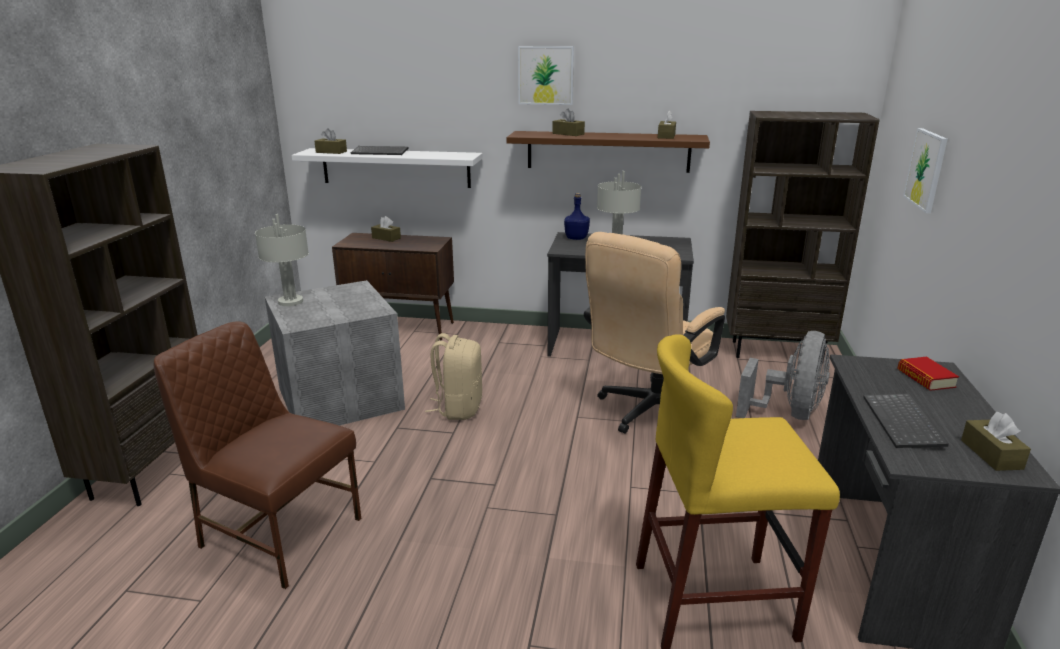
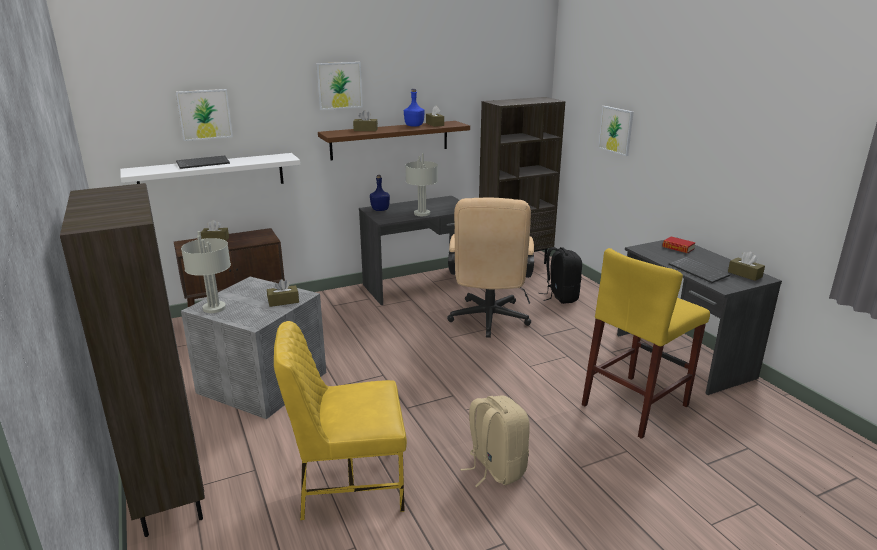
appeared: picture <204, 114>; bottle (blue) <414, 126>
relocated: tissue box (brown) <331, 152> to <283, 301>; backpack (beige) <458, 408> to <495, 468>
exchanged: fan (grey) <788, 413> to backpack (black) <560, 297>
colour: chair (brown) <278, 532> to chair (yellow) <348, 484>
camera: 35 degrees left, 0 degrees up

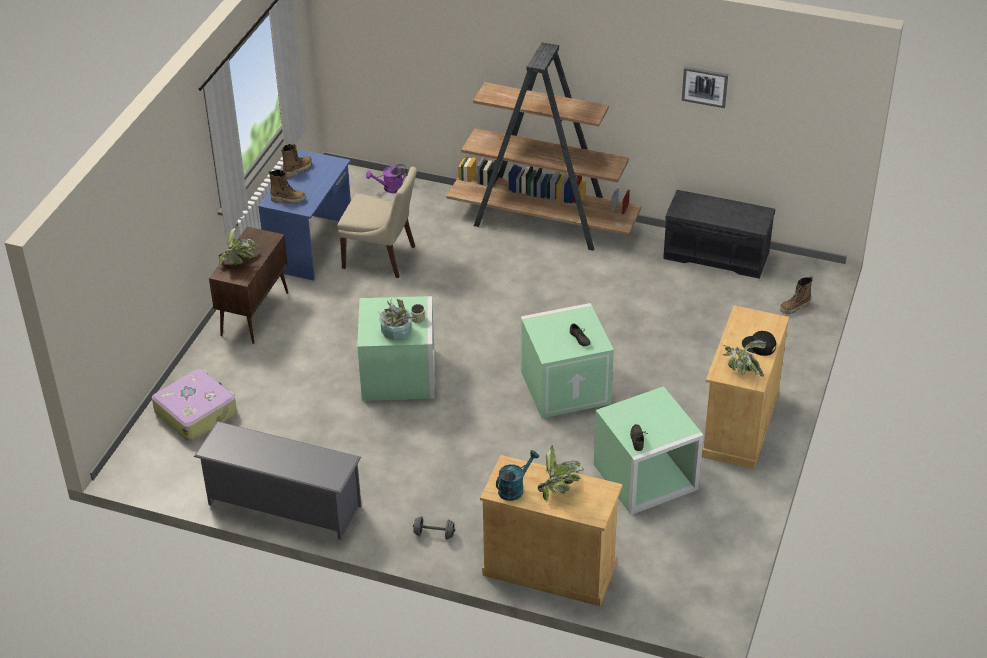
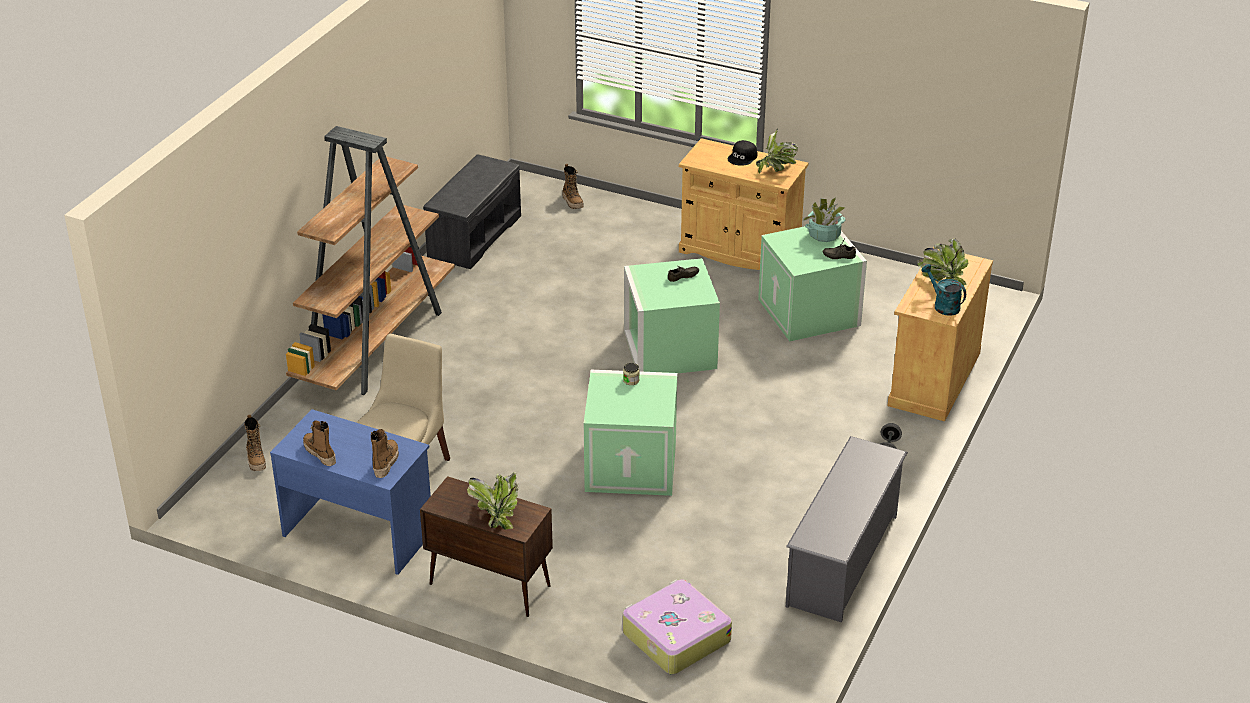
missing: picture <705, 86>
relocated: potted plant <396, 332> to <824, 234>
exchanged: watering can (purple) <389, 188> to boot <256, 460>
camera: 85 degrees left, 5 degrees down

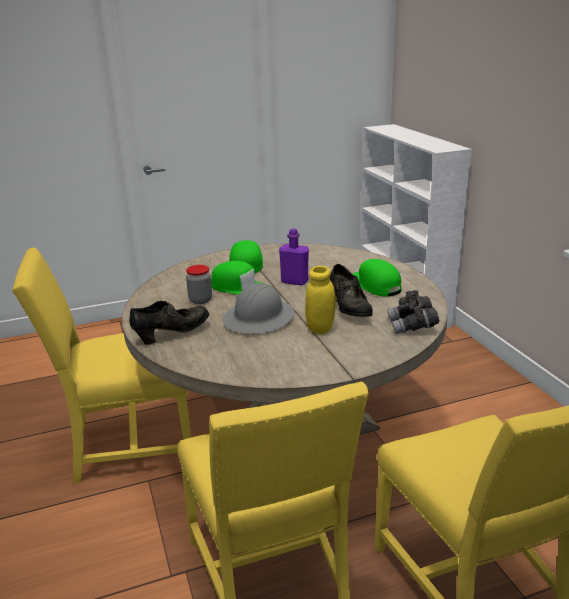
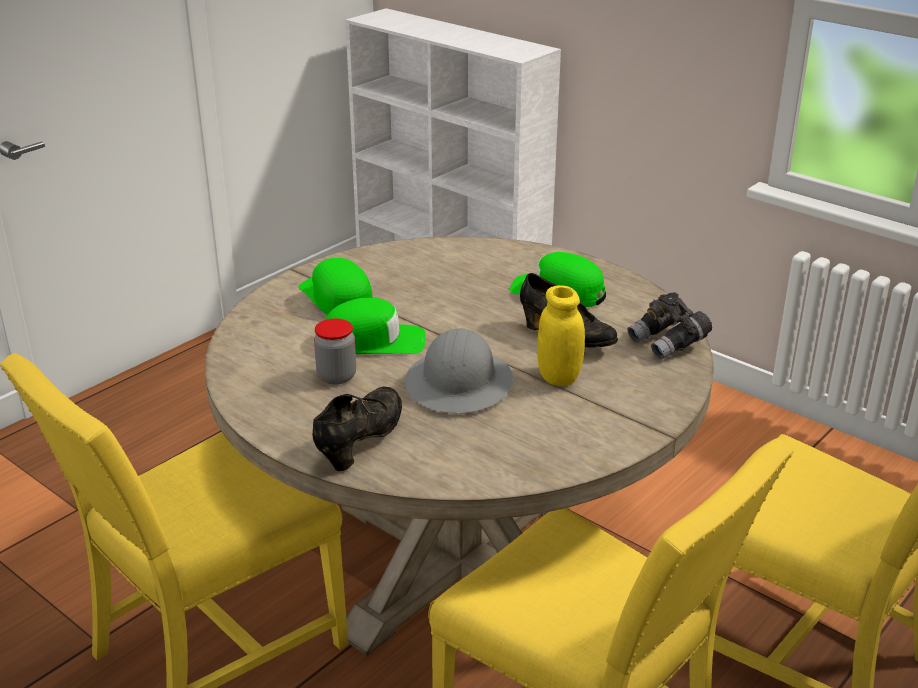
missing: bottle (purple) <294, 281>
camera: 30 degrees left, 5 degrees up

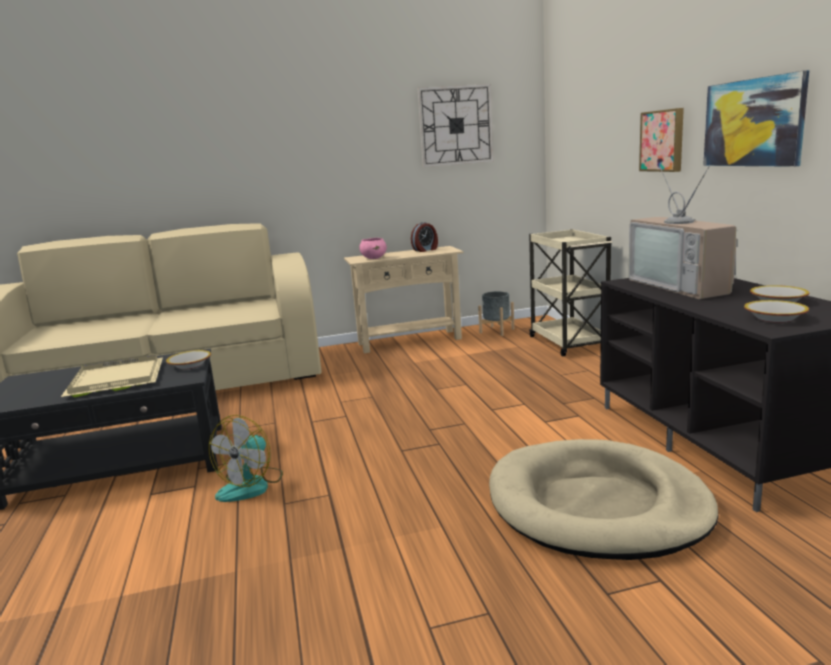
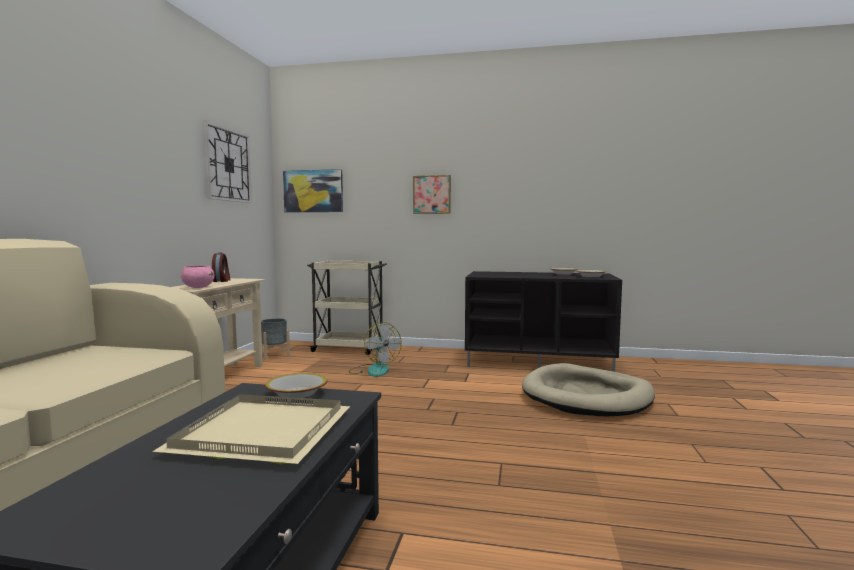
missing: television <683, 286>
relocated: fan <251, 485> to <374, 370>; picture <753, 123> to <313, 191>
camera: 65 degrees left, 10 degrees down

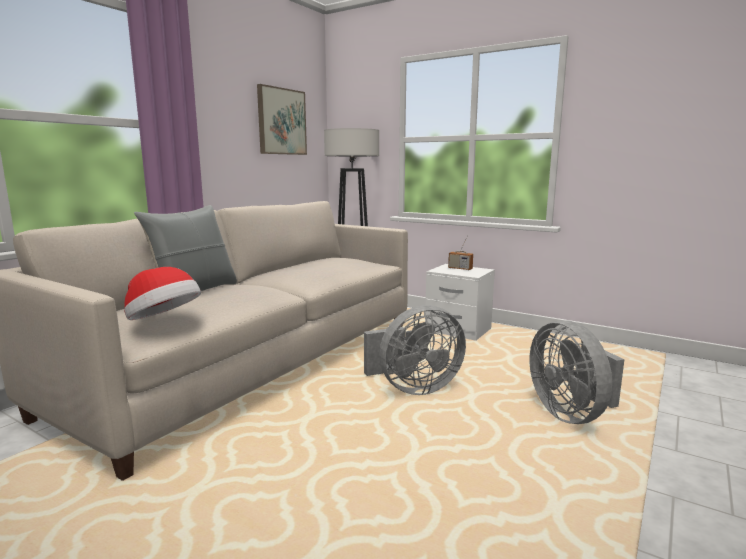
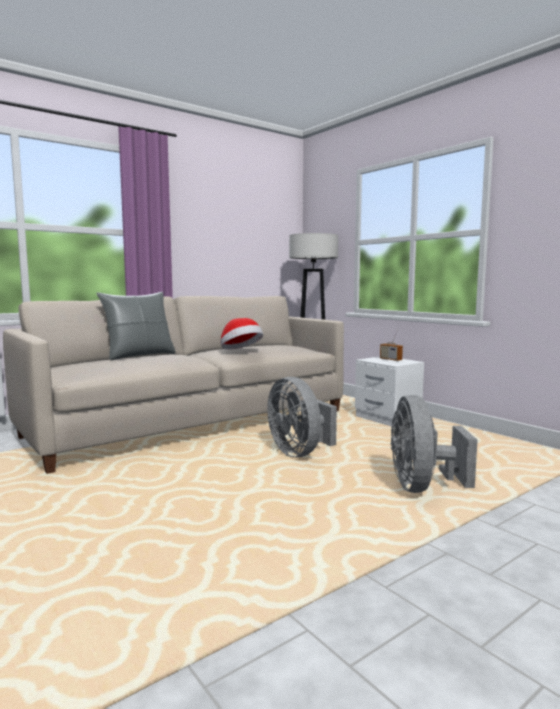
missing: picture <281, 121>
relocated: hat <163, 321> to <241, 351>
spun: fan (grey) <413, 388> = <299, 452> 60 degrees clockwise
camera: 20 degrees right, 5 degrees down

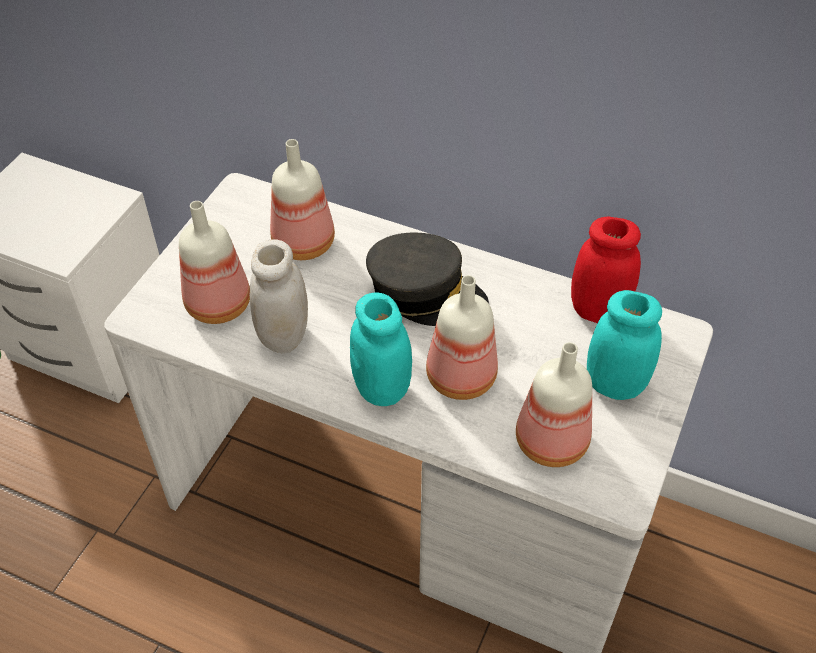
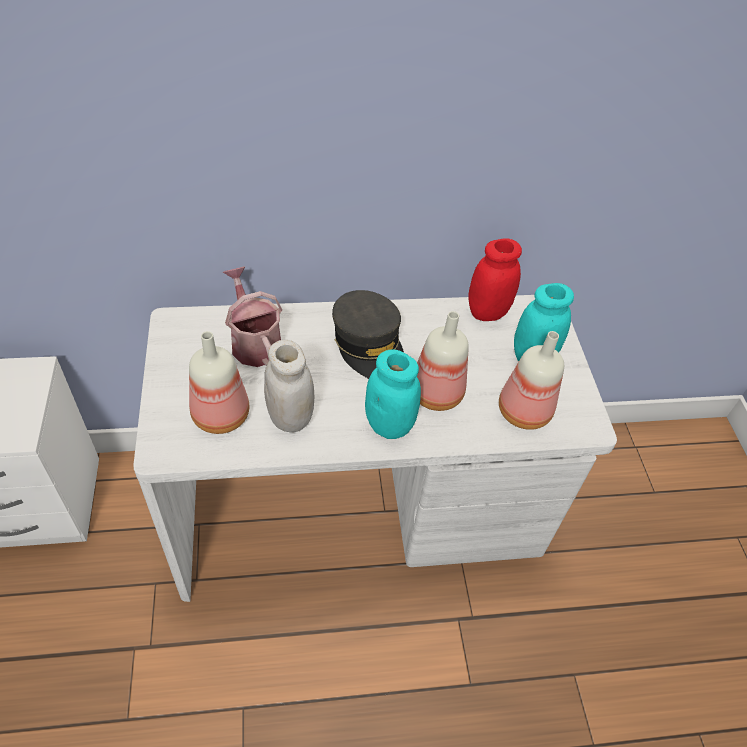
exchanged: bottle <305, 242> to watering can <254, 341>
spun: cap (grey) <425, 293> = <369, 345> 75 degrees clockwise
camera: 35 degrees left, 0 degrees up

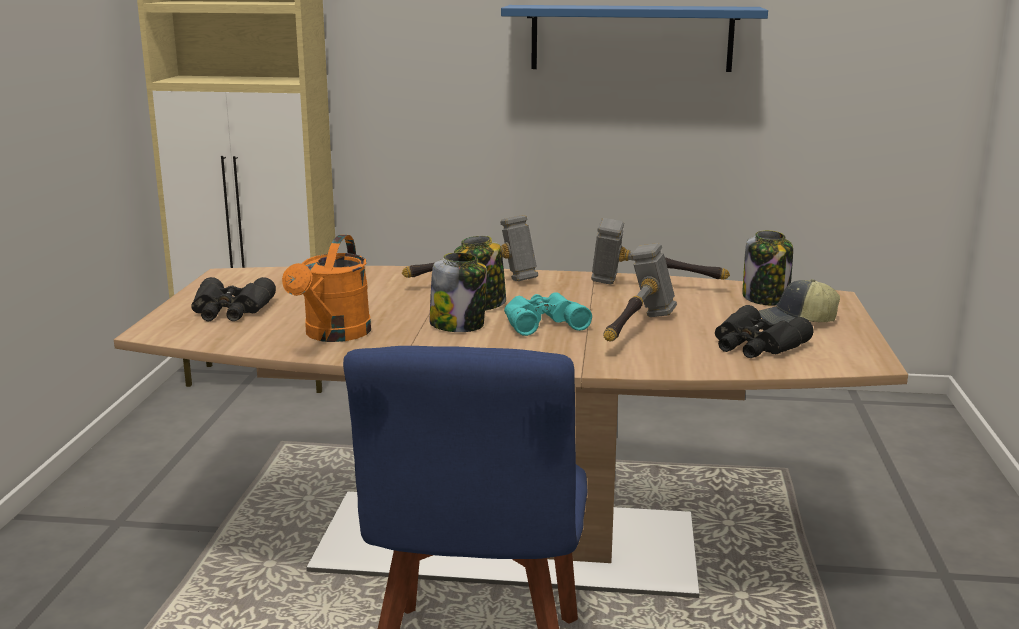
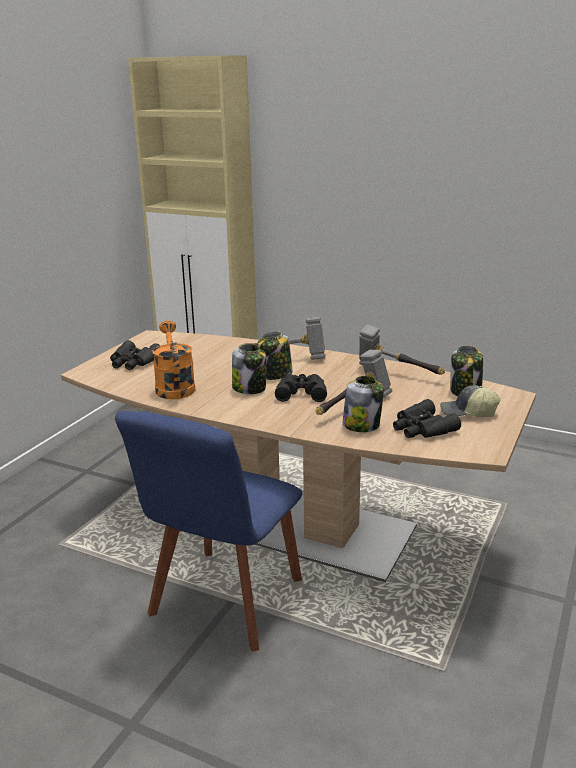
missing: shelf (blue) <631, 38>
appeared: jar <362, 425>
colour: binoculars (turquoise) <541, 322> to binoculars (black) <301, 392>
spun: watering can (orange) <333, 335> = <174, 386> 135 degrees clockwise
camera: 20 degrees right, 5 degrees up

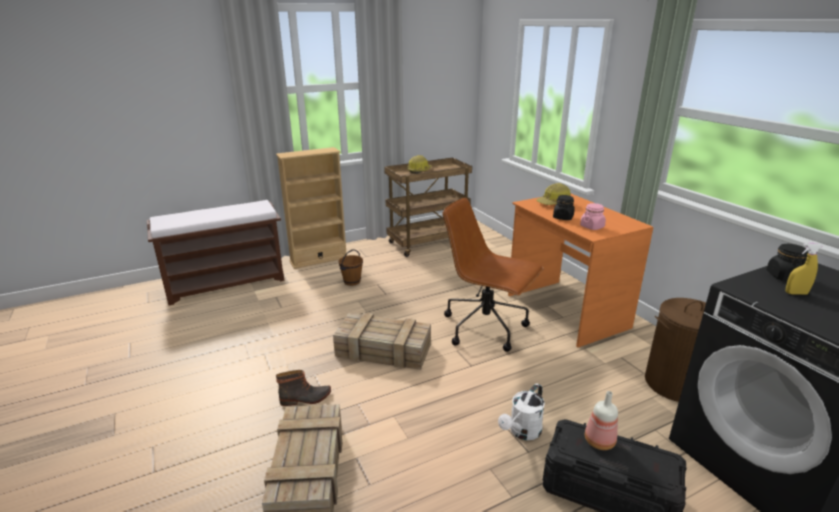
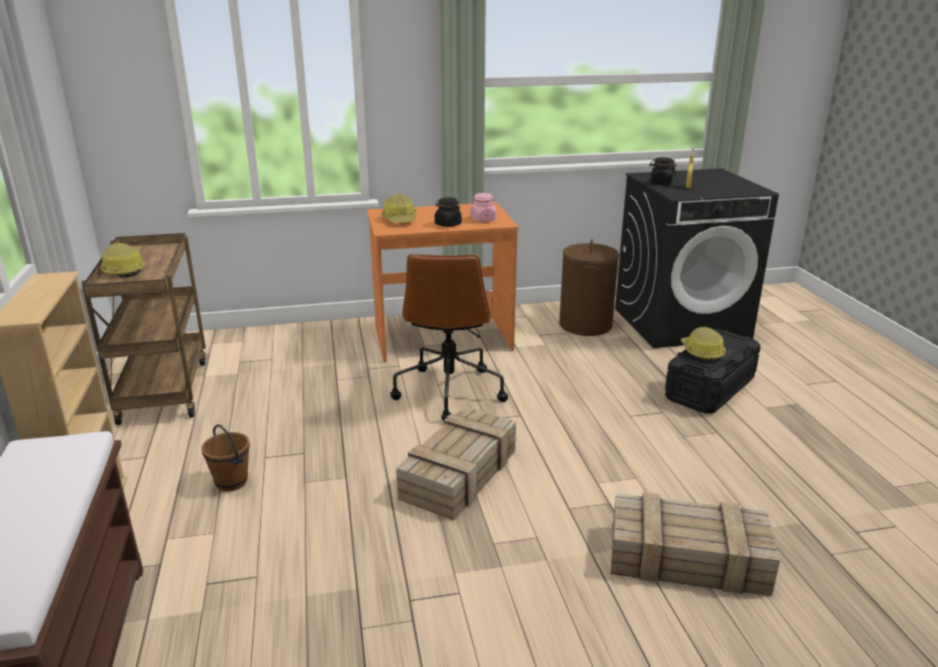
missing: boot <306, 398>; watering can (white) <522, 432>
exchanged: bottle <598, 441> to hard hat <701, 352>
spun: office chair (brown) <486, 328> = <449, 391> 45 degrees counterclockwise
camera: 75 degrees left, 0 degrees up

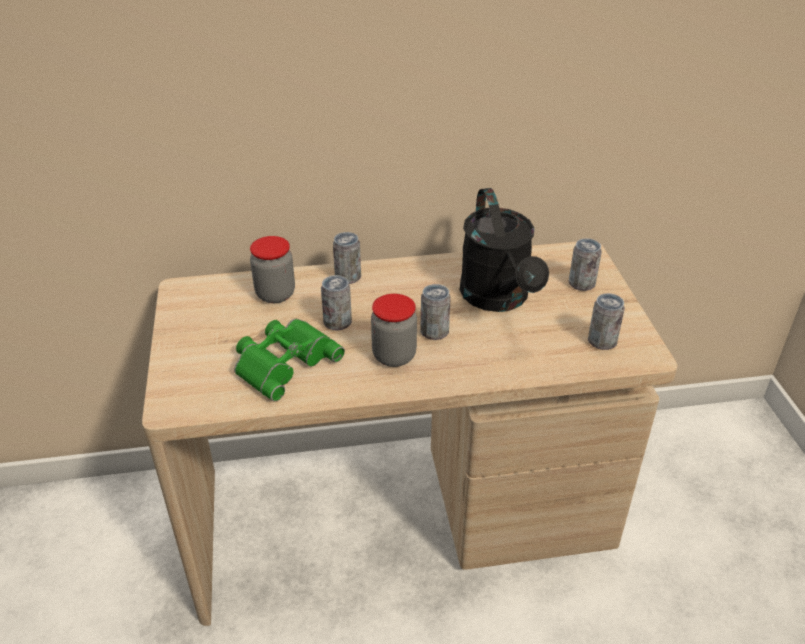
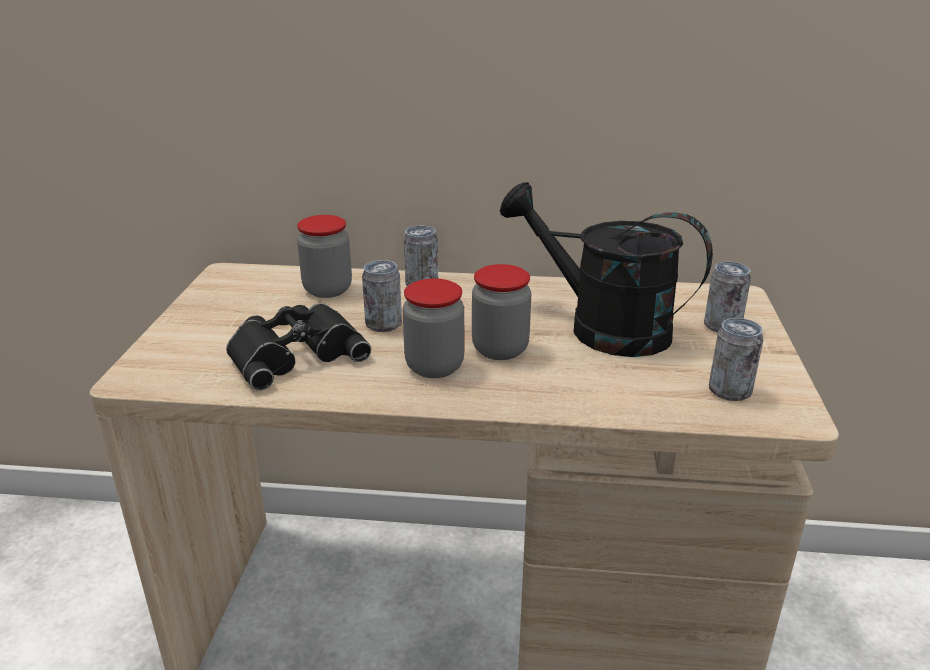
exchanged: can <434, 332> to jar <500, 349>
colour: binoculars (green) <284, 361> to binoculars (black) <295, 353>
spun: watering can (black) <499, 299> = <601, 327> 120 degrees clockwise
camera: 15 degrees right, 10 degrees down

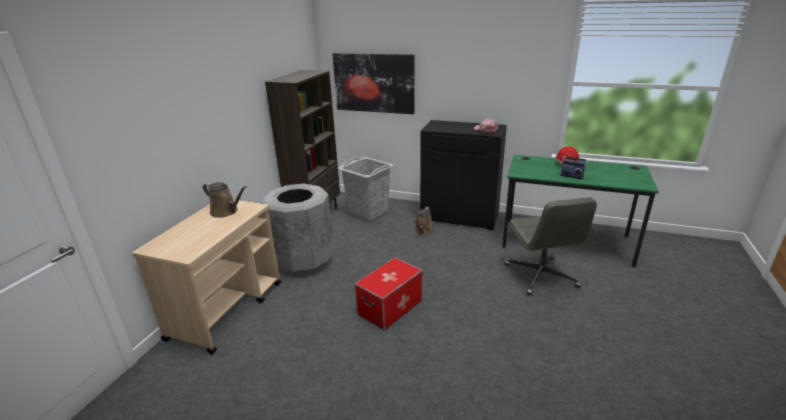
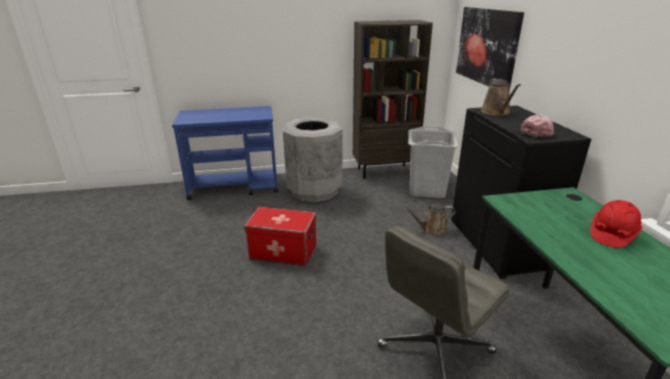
missing: radio <572, 175>
relocated: watering can (brown) <226, 212> to <496, 112>
colour: cart (beige) <227, 309> to cart (blue) <235, 187>
camera: 60 degrees right, 0 degrees up

